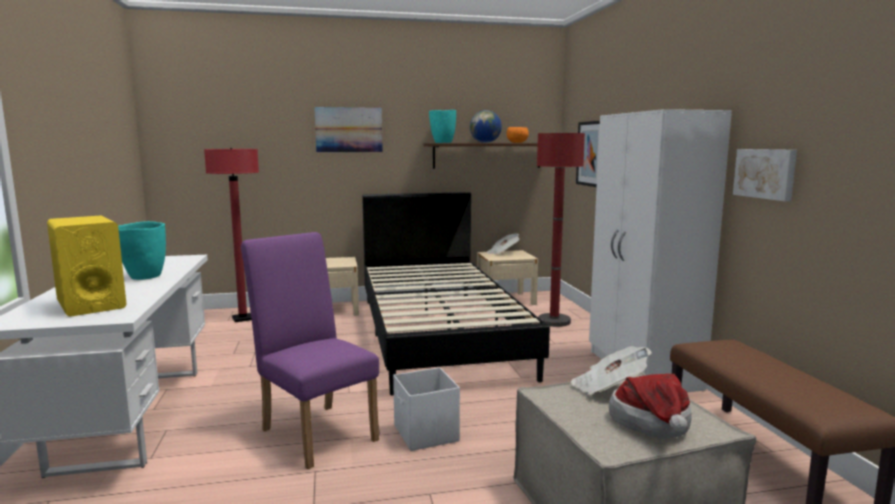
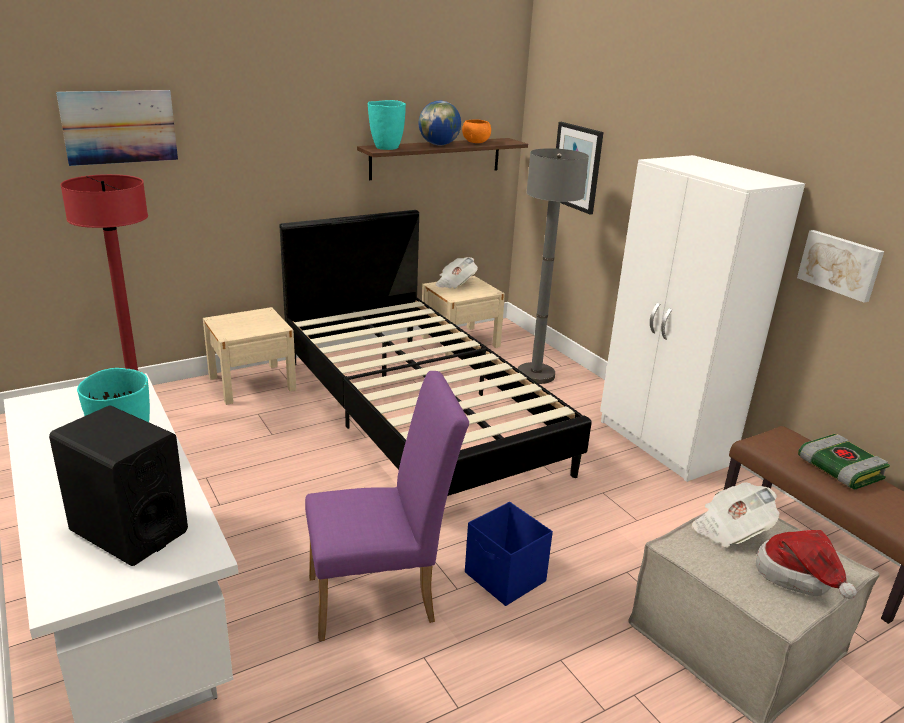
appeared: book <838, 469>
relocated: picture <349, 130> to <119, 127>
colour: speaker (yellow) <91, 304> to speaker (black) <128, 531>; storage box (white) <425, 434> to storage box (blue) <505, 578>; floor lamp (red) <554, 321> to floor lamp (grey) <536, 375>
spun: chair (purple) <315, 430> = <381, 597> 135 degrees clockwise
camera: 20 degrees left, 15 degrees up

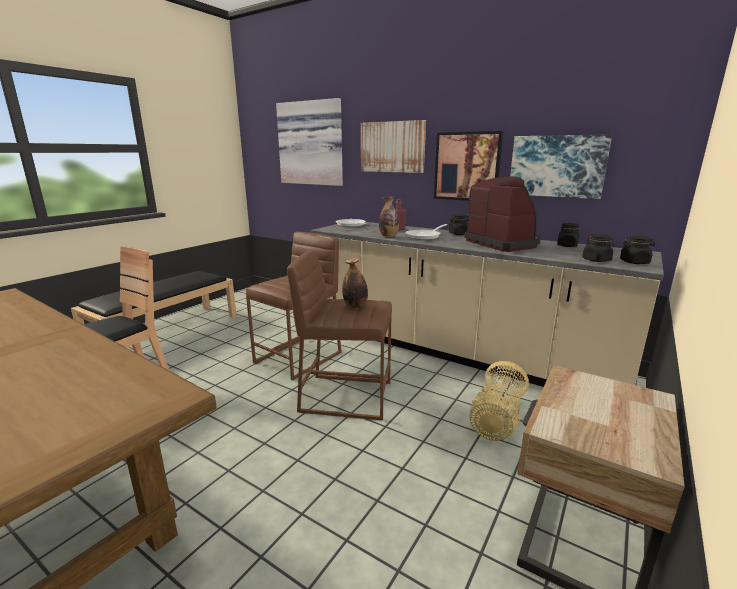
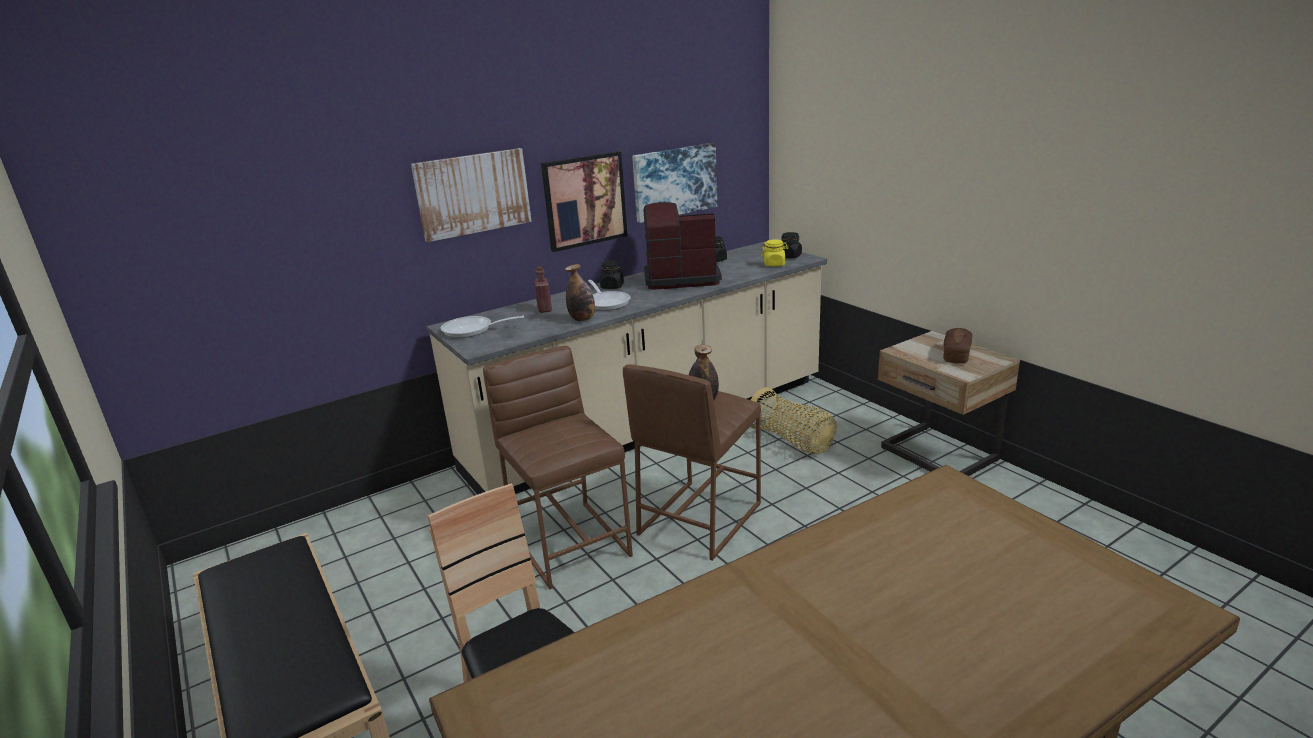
missing: picture <312, 143>
appeared: bread <956, 354>
colour: jar (black) <596, 260> to jar (yellow) <774, 264>
camera: 65 degrees left, 5 degrees up

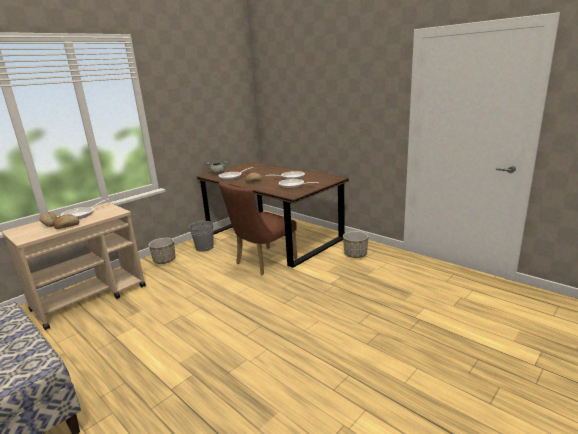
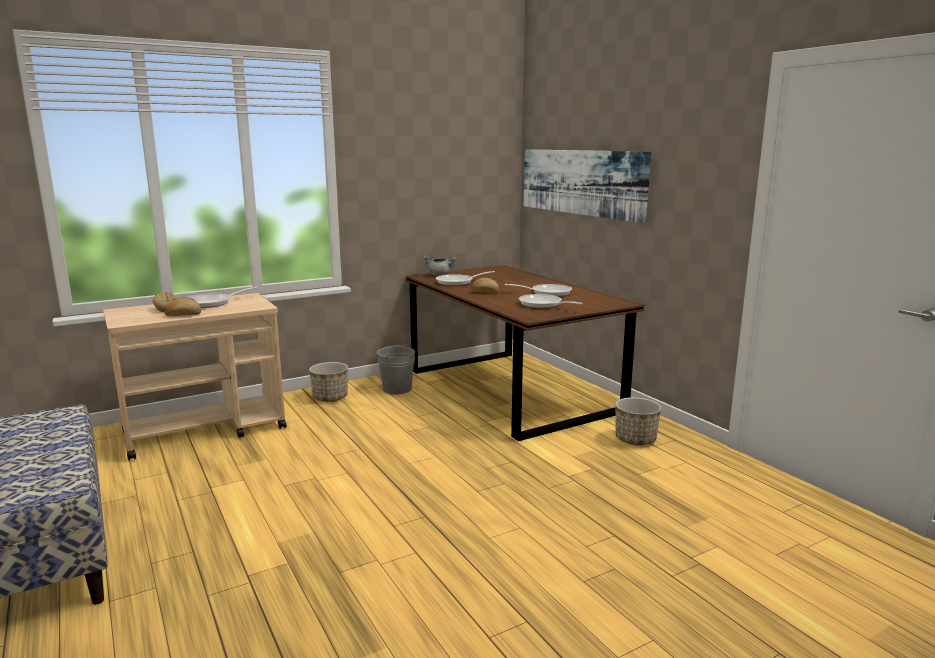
missing: chair (brown) <262, 263>
appeared: picture <581, 182>
camera: 15 degrees right, 5 degrees down

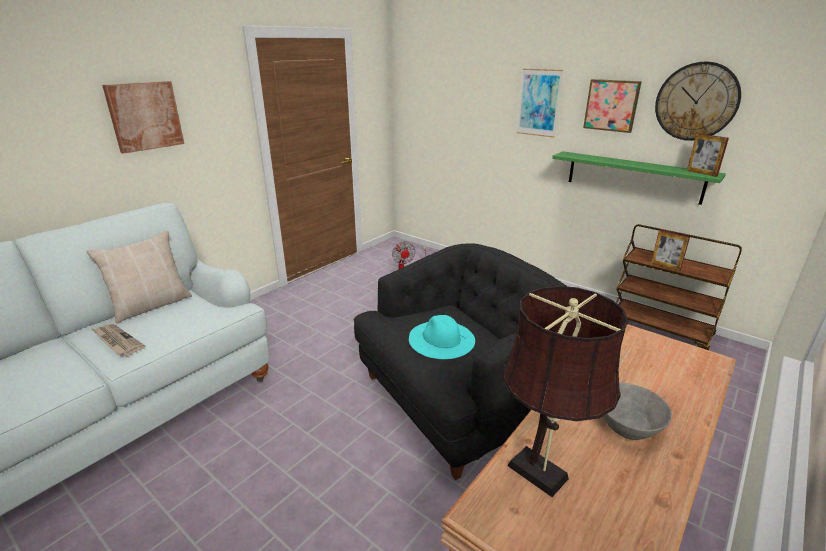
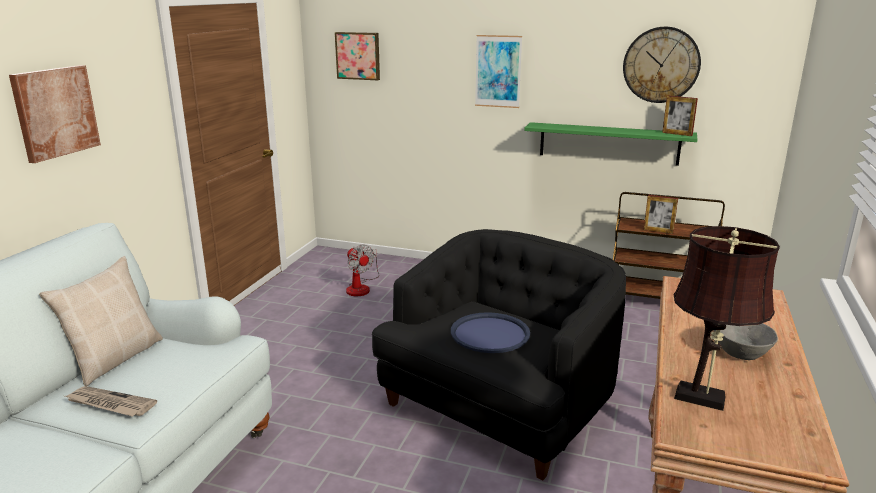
relocated: picture <612, 105> to <358, 55>
exchanged: hat (turquoise) <441, 339> to tray (blue) <490, 334>
camera: 20 degrees left, 5 degrees down

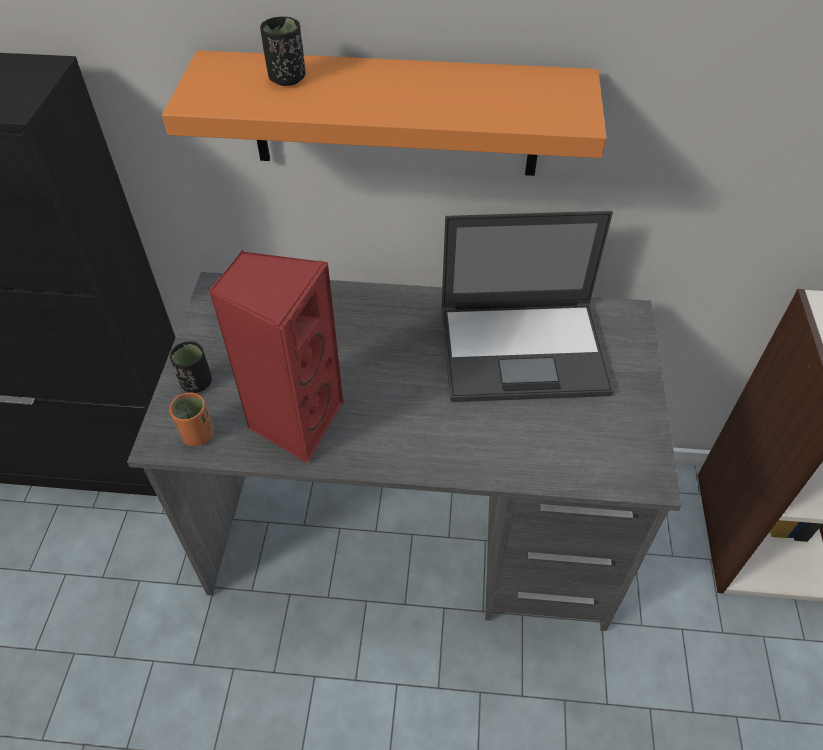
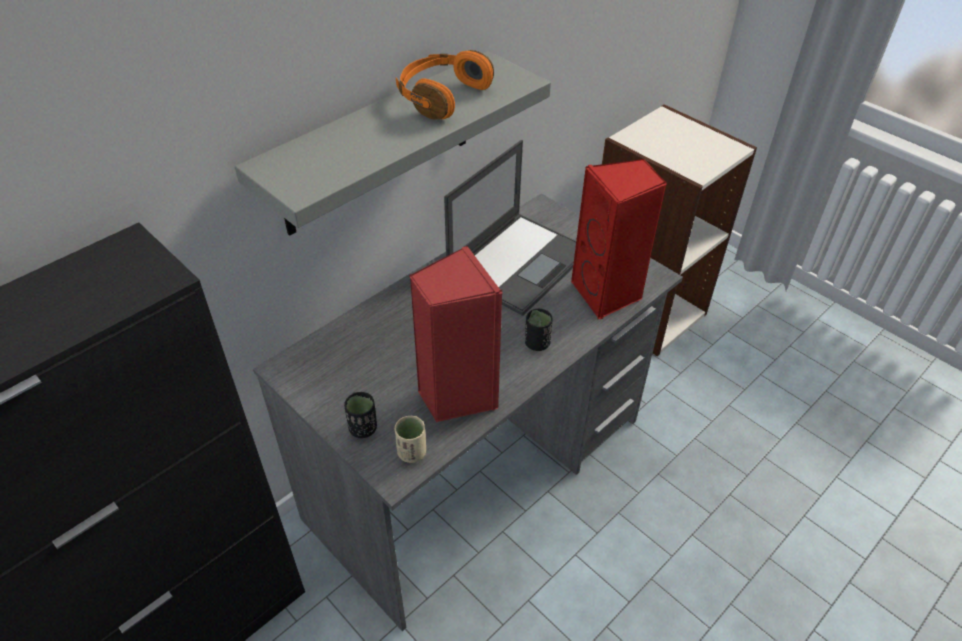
appeared: headphones (orange) <441, 97>; speaker (red) <608, 294>
relocated: cup (black) <287, 78> to <537, 343>
colour: shelf (orange) <395, 115> to shelf (grey) <378, 145>; cup (orange) <197, 435> to cup (beige) <412, 452>
camera: 50 degrees left, 5 degrees down

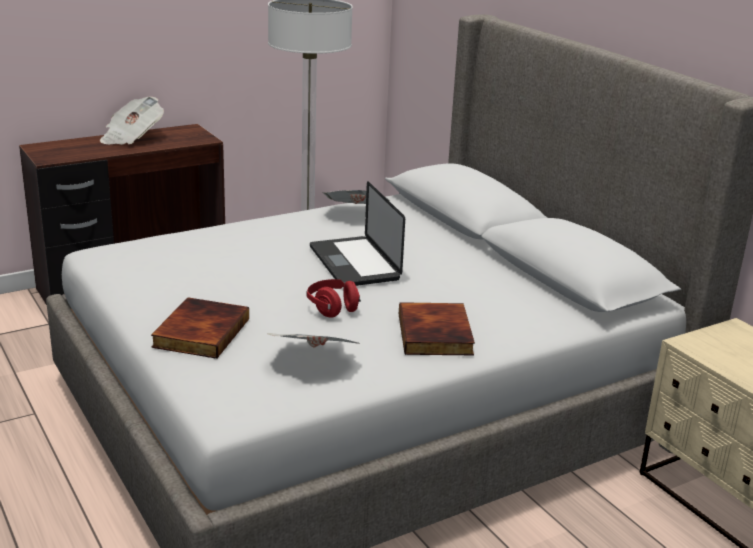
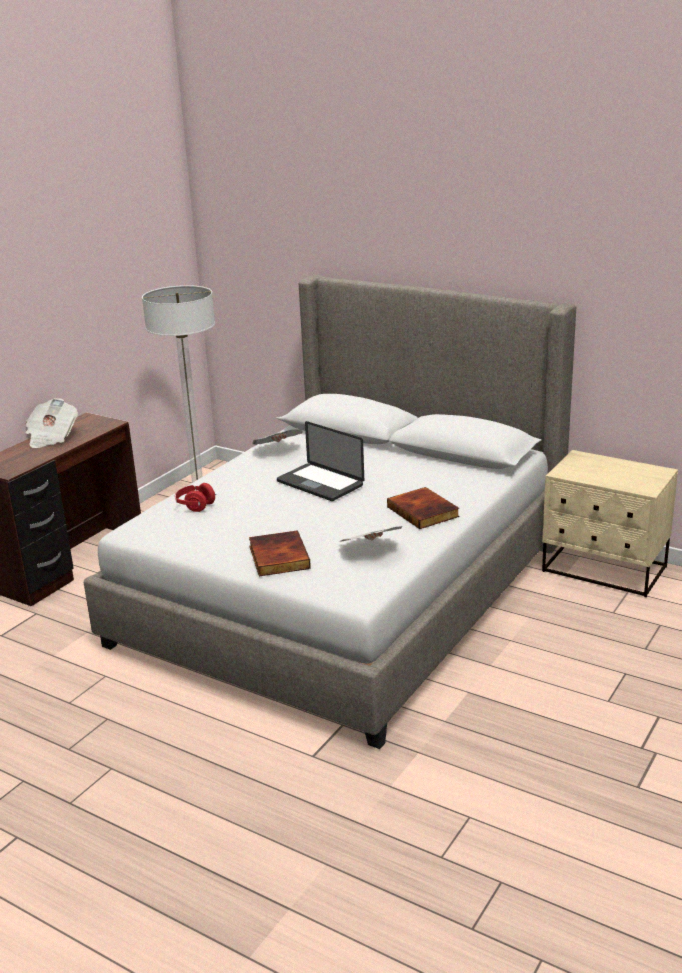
relocated: headphones (red) <332, 308> to <195, 506>
camera: 25 degrees left, 0 degrees up

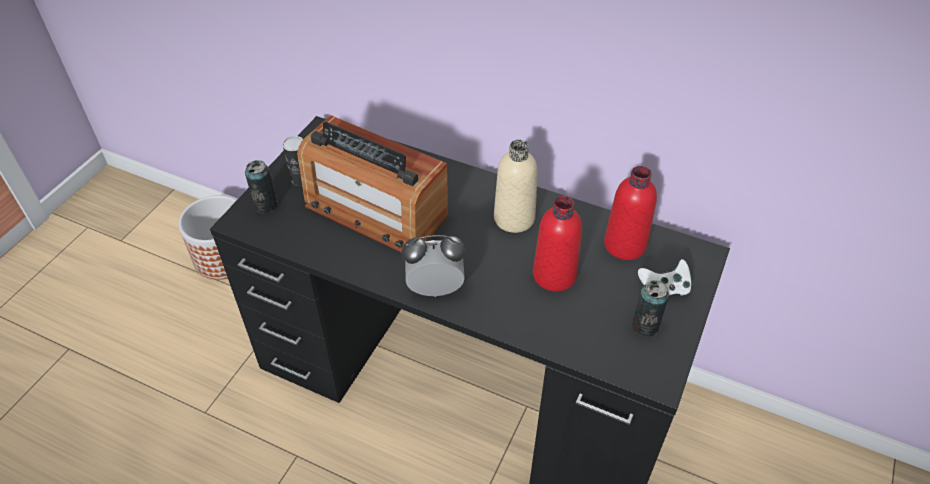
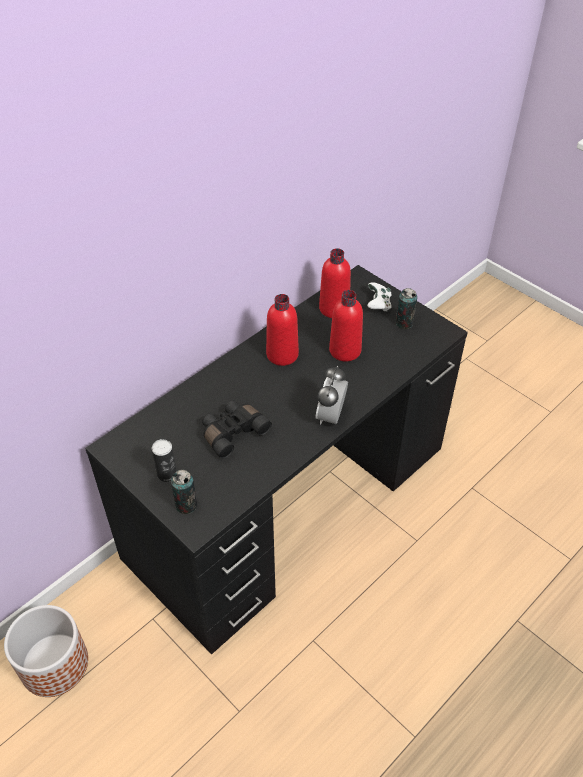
exchanged: radio <375, 211> to binoculars (black) <232, 432>
colour: bottle (beige) <514, 218> to bottle (red) <282, 354>
camera: 70 degrees left, 0 degrees up

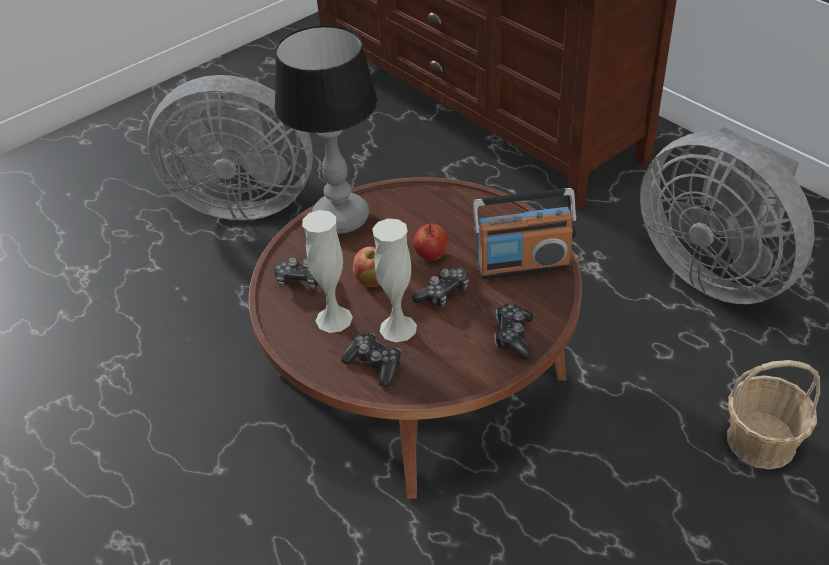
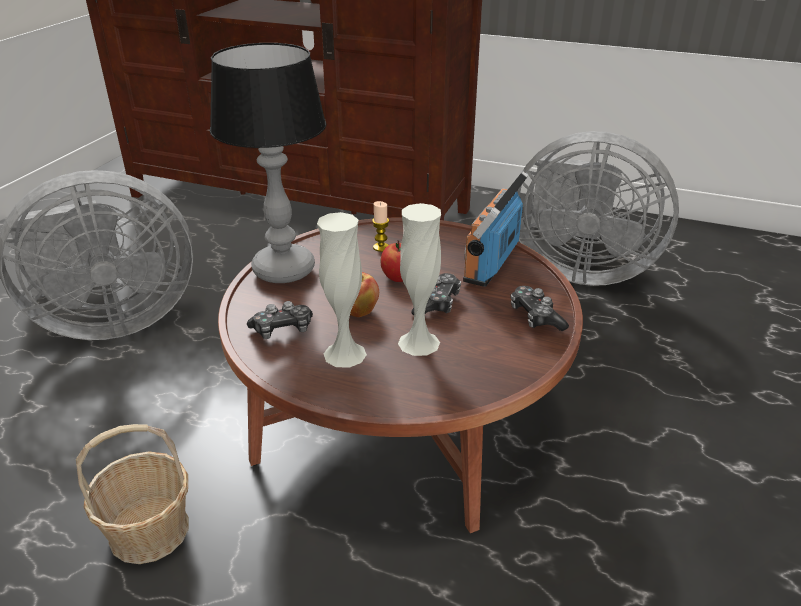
missing: game controller <374, 364>
appeared: candle <381, 247>
relocated: basket <761, 441> to <150, 531>
spun: radio <523, 265> = <491, 263> 150 degrees clockwise
camera: 30 degrees left, 10 degrees down

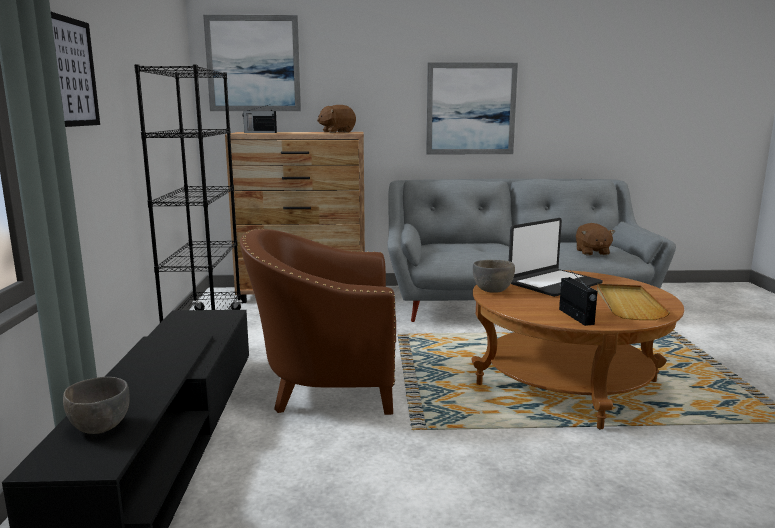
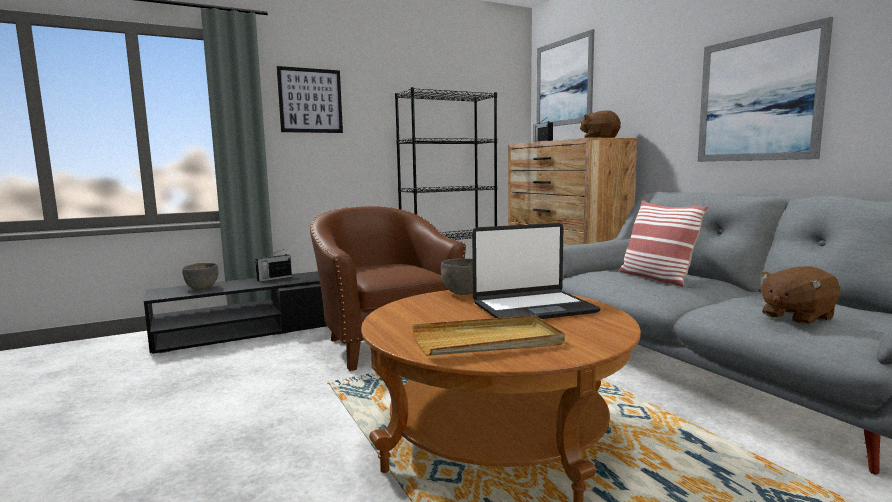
appeared: pillow <656, 278>
relocated: radio <576, 317> to <273, 278>
spun: laptop <553, 284> = <533, 308> 45 degrees counterclockwise
camera: 65 degrees right, 5 degrees down

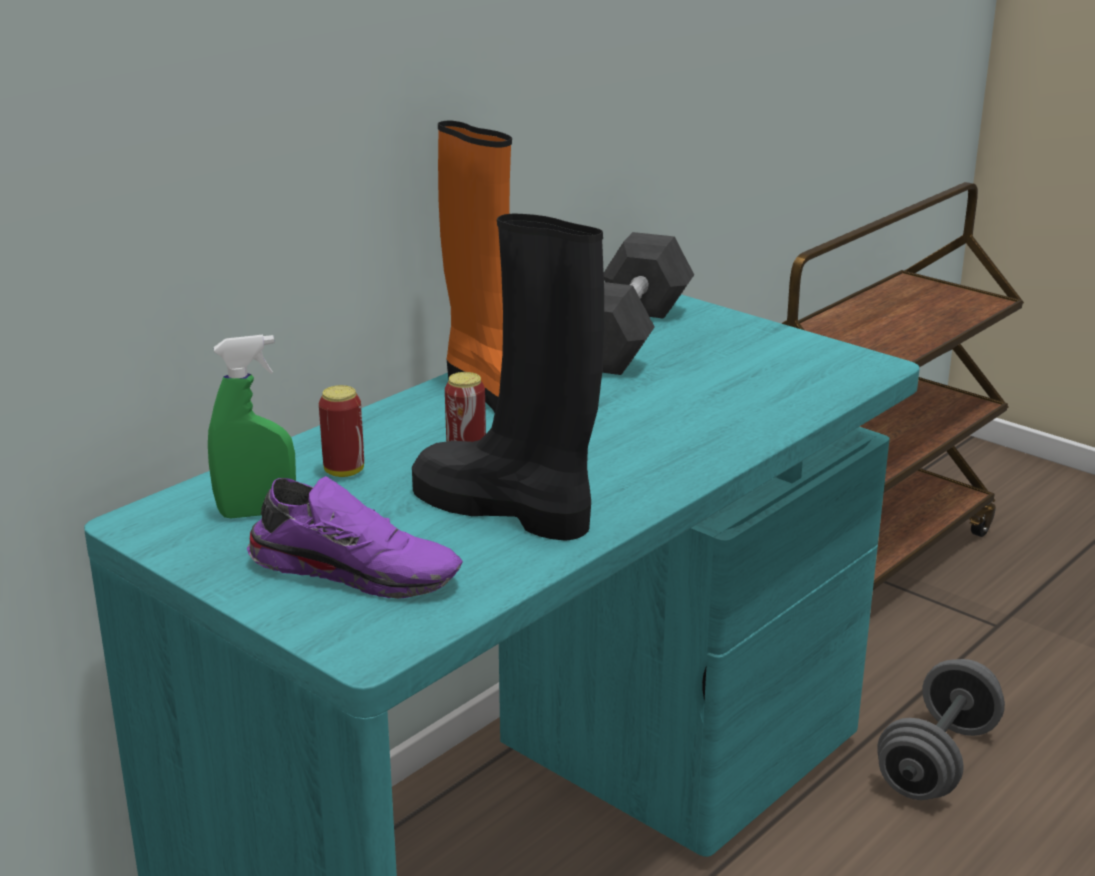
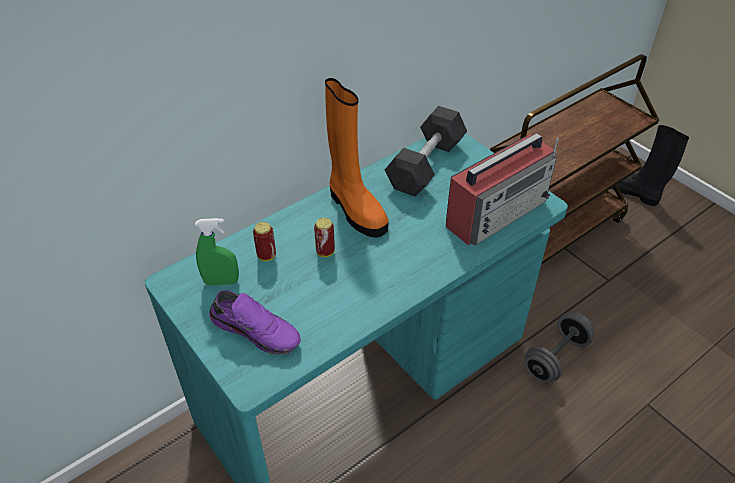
appeared: radio <497, 212>
relocated: boot (black) <507, 509> to <634, 192>
camera: 10 degrees right, 20 degrees up

